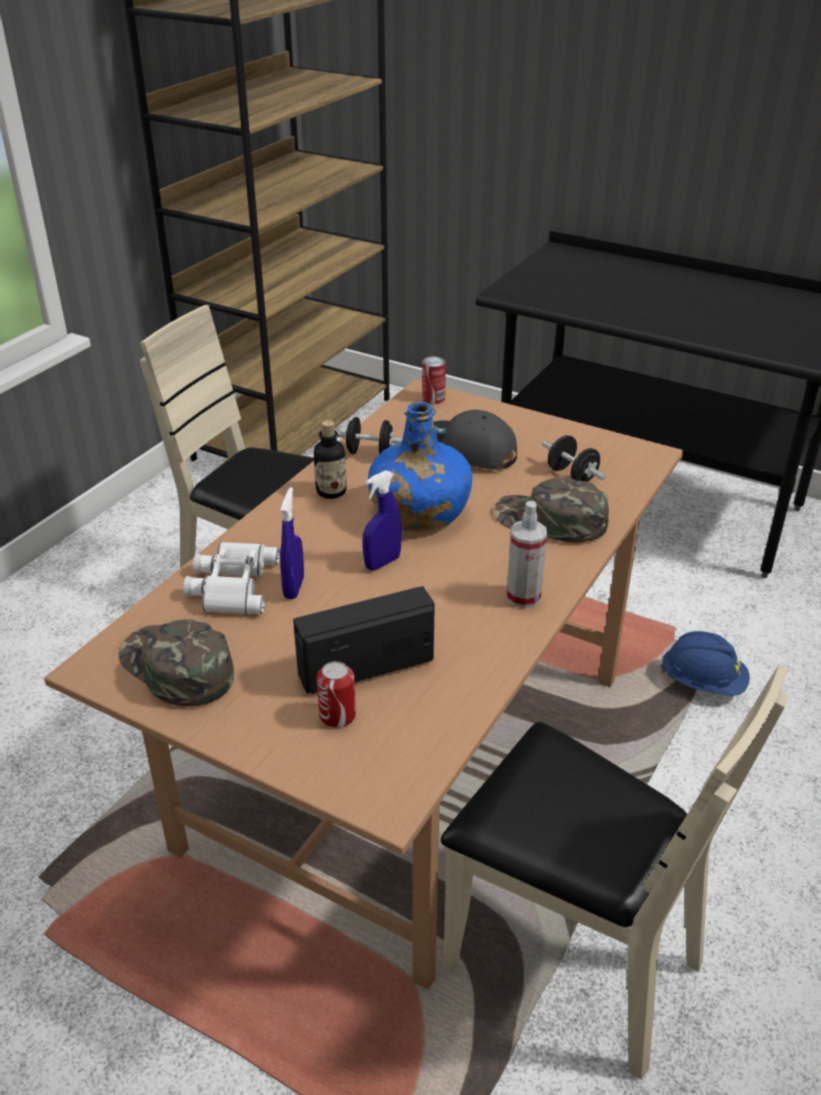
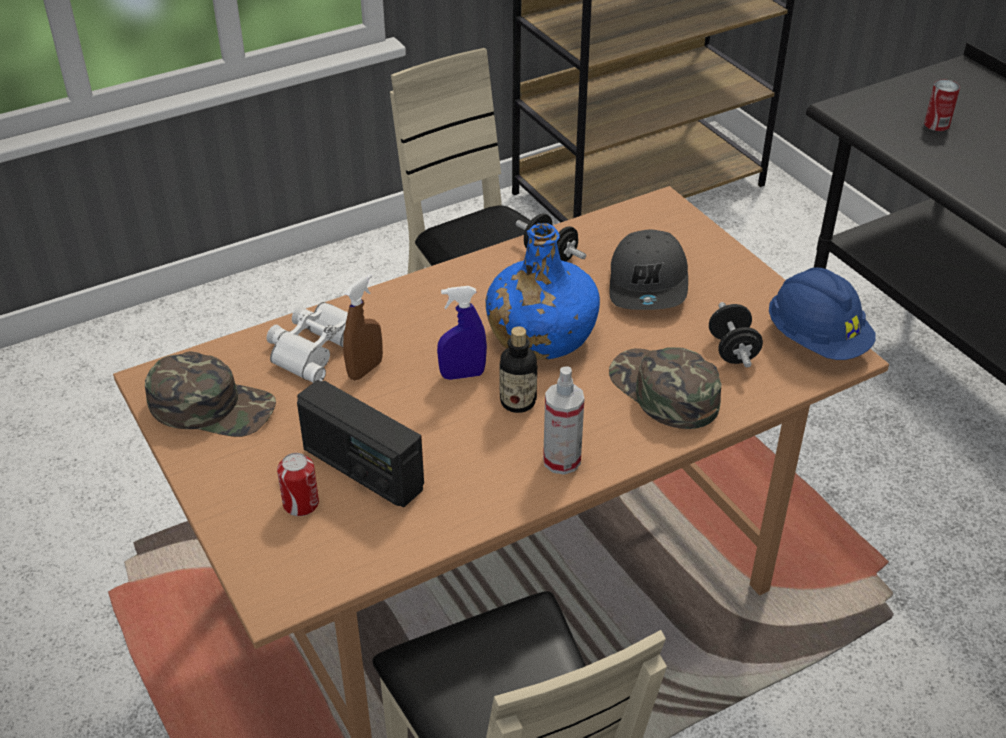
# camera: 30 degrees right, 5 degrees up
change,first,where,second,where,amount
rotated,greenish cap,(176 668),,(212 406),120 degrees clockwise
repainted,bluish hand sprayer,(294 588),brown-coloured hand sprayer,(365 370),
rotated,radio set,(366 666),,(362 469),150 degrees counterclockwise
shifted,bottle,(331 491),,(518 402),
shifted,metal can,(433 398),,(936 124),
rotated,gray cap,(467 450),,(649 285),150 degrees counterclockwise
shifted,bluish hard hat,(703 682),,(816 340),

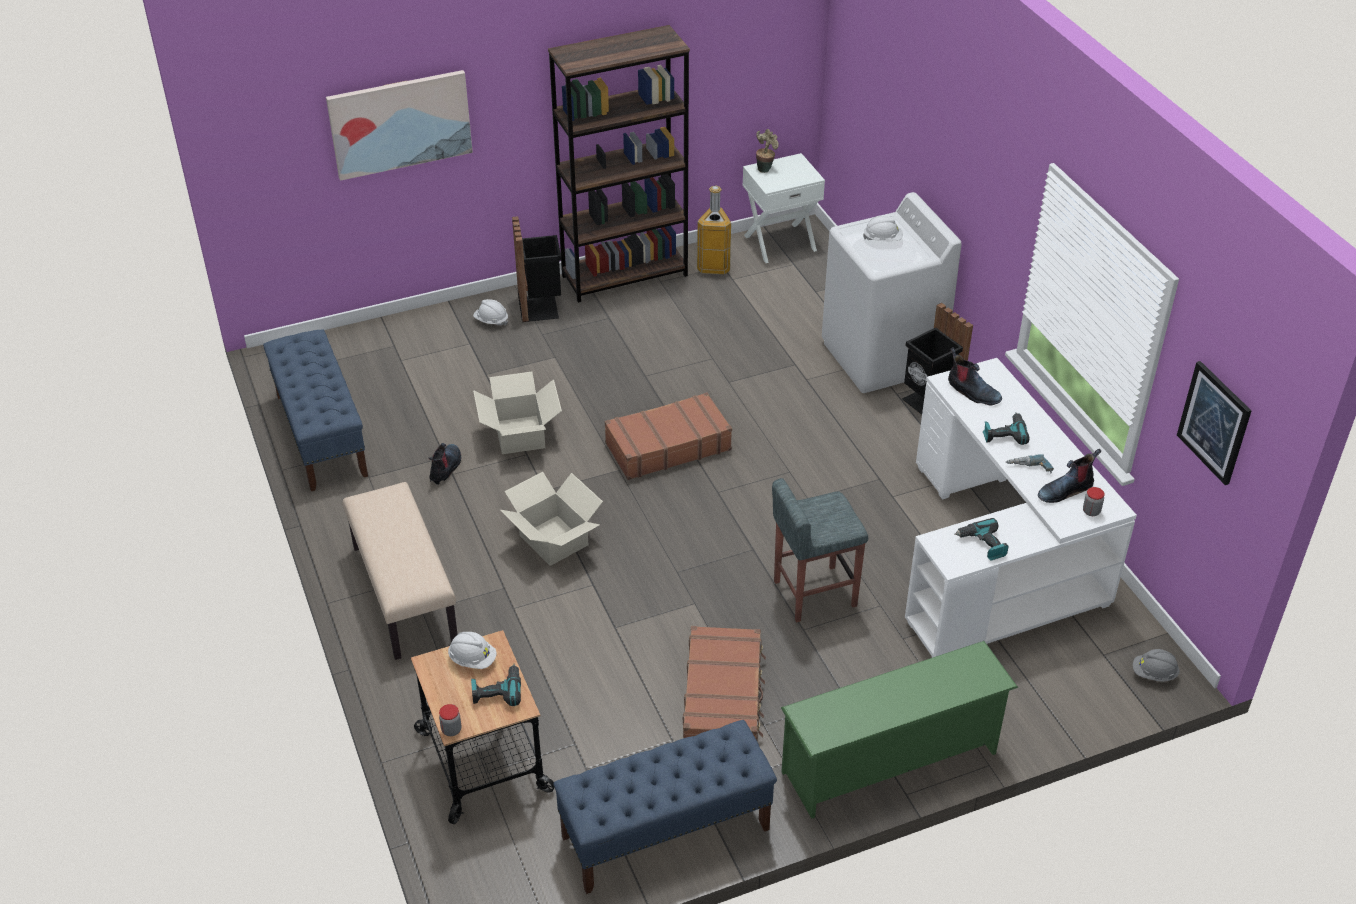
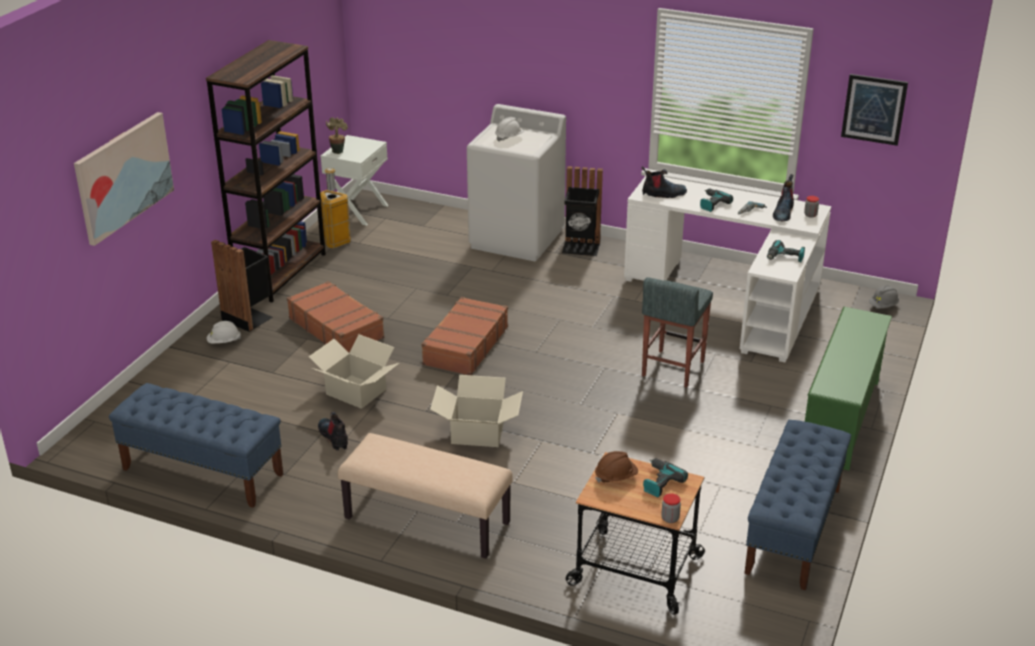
# camera: 45 degrees left, 10 degrees down
change,first,where,second,where,amount
repainted,white hard hat,(472 659),brown-coloured hard hat,(616 477),
shifted,brown-coloured piece of luggage,(723 699),,(336 328),

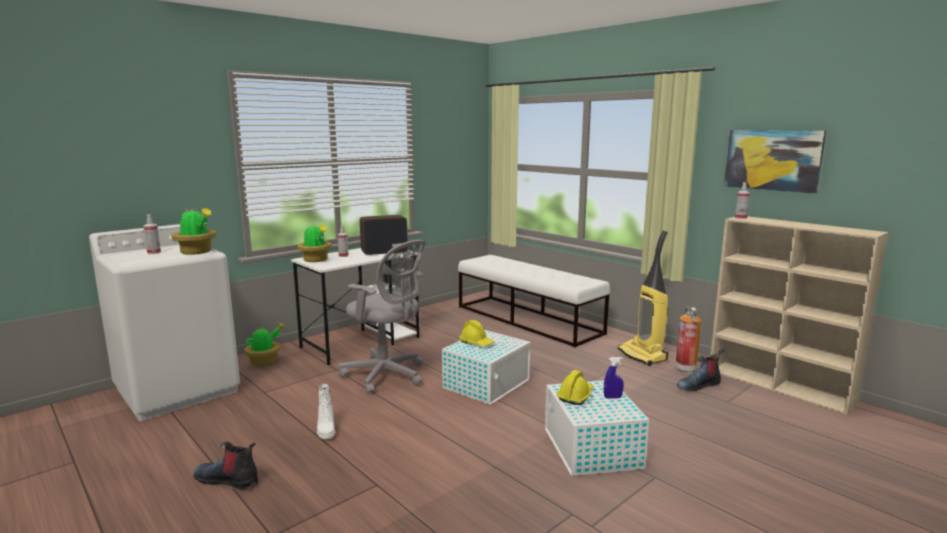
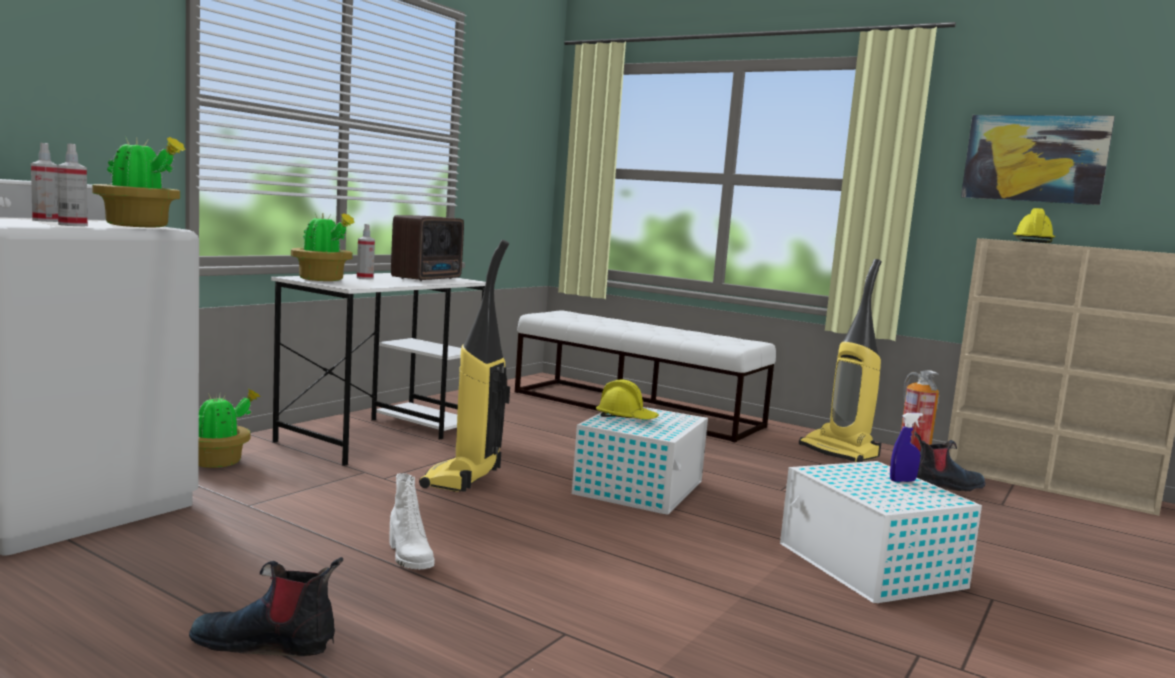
# camera: 15 degrees left, 5 degrees down
change,first,where,second,where,amount
swapped,gray computer chair,(387 375),hoover,(463 479),
rotated,radio set,(383 252),,(429 279),150 degrees clockwise
shifted,yellow hard hat,(575 396),,(1031 241),
rotated,tall boot,(698 385),,(946 486),150 degrees counterclockwise
shifted,hand sprayer,(740 218),,(73 225),

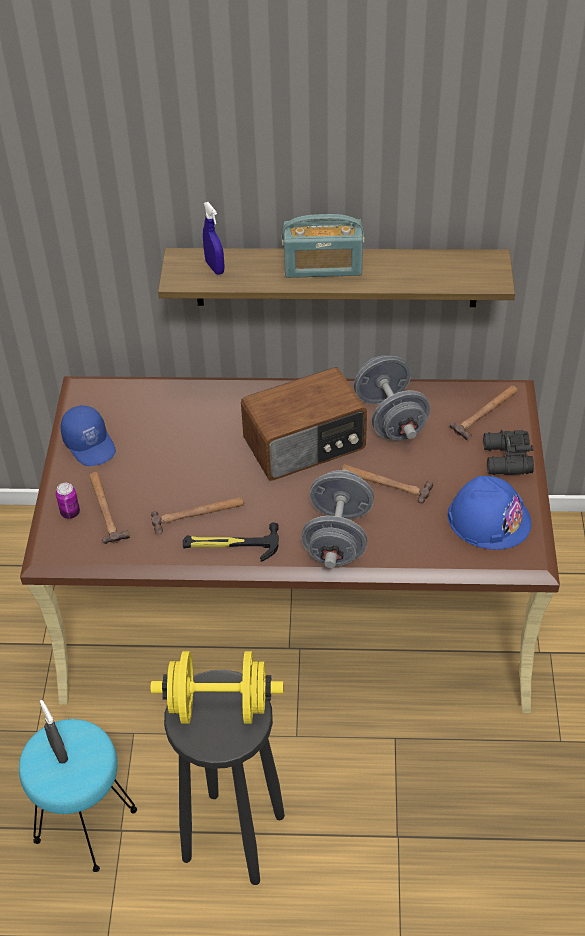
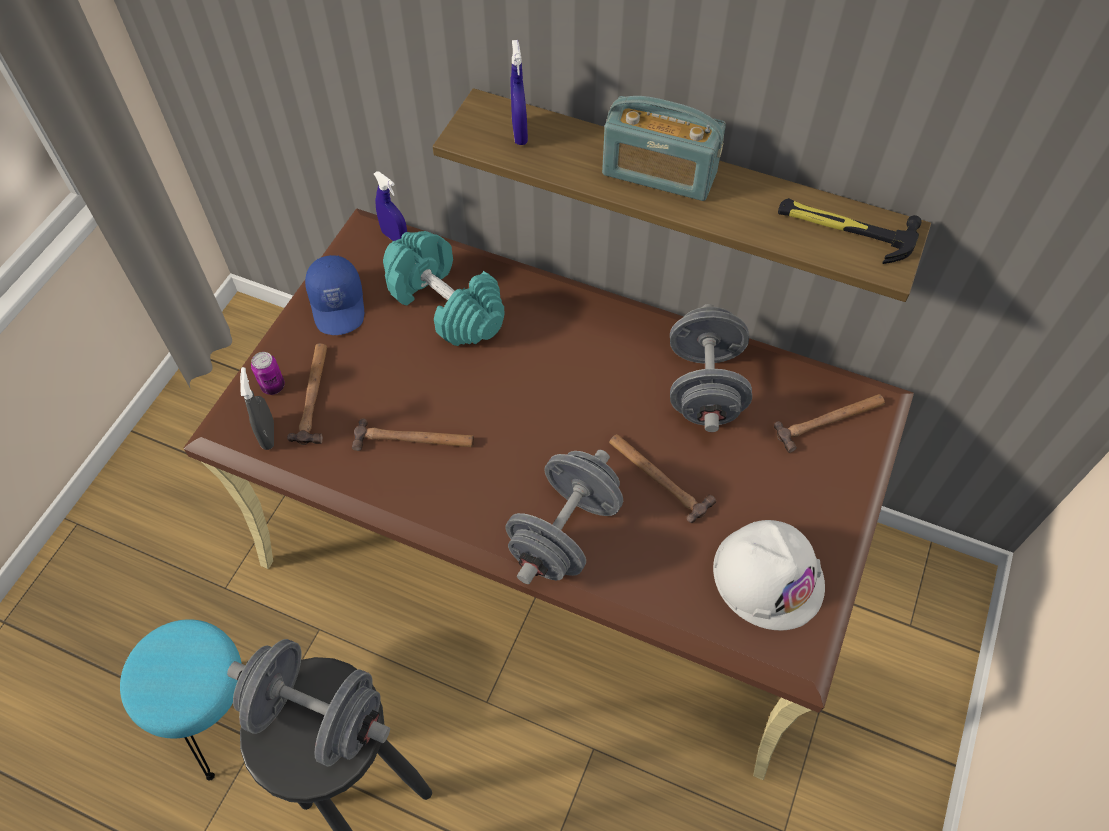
# camera: 20 degrees right, 10 degrees up
change,first,where,second,where,amount
shifted,gray hand sprayer,(59 752),,(268 435),
repainted,yellow free weight,(219 706),gray free weight,(317 714),
shifted,hand hammer,(231 545),,(845 229),
gone,radio set,(305 445),,,
repainted,bluish hard hat,(489 518),white hard hat,(768 576),
gone,blackish binoculars,(505 460),,,
new,,,bluish hand sprayer,(395 237),
new,,,turquoise free weight,(446 305),

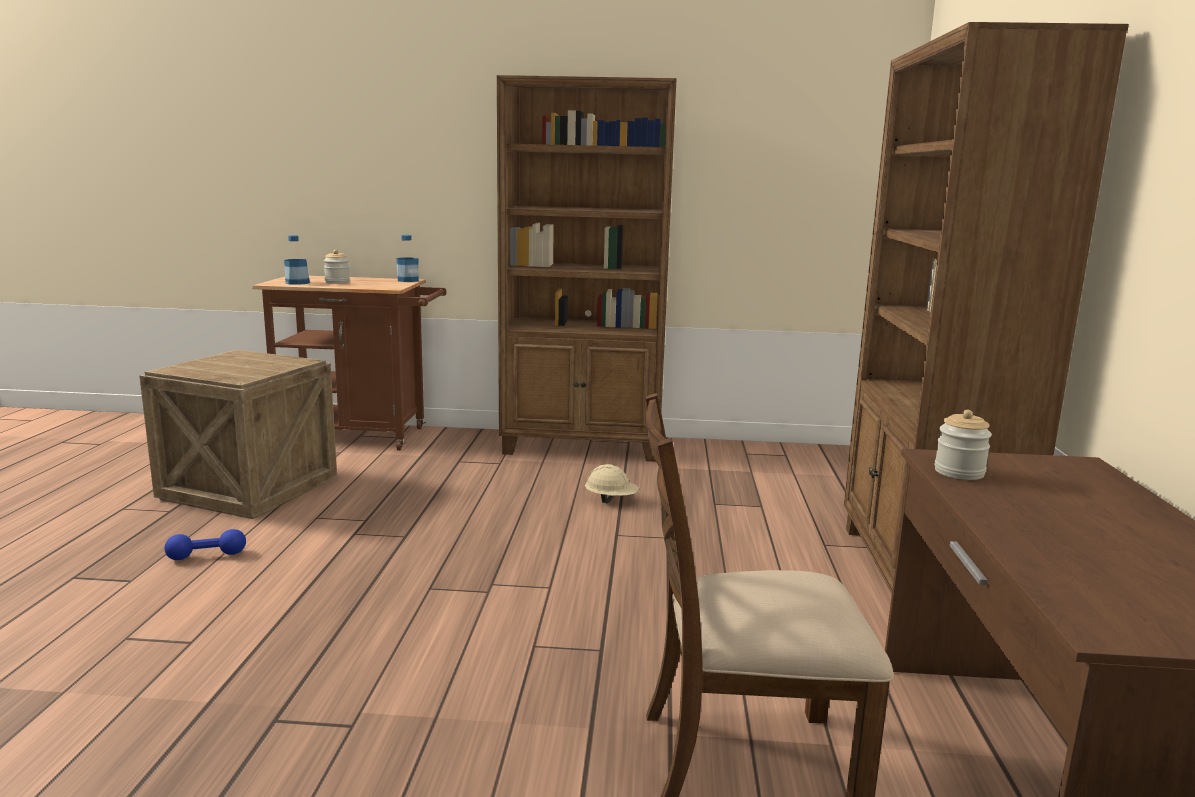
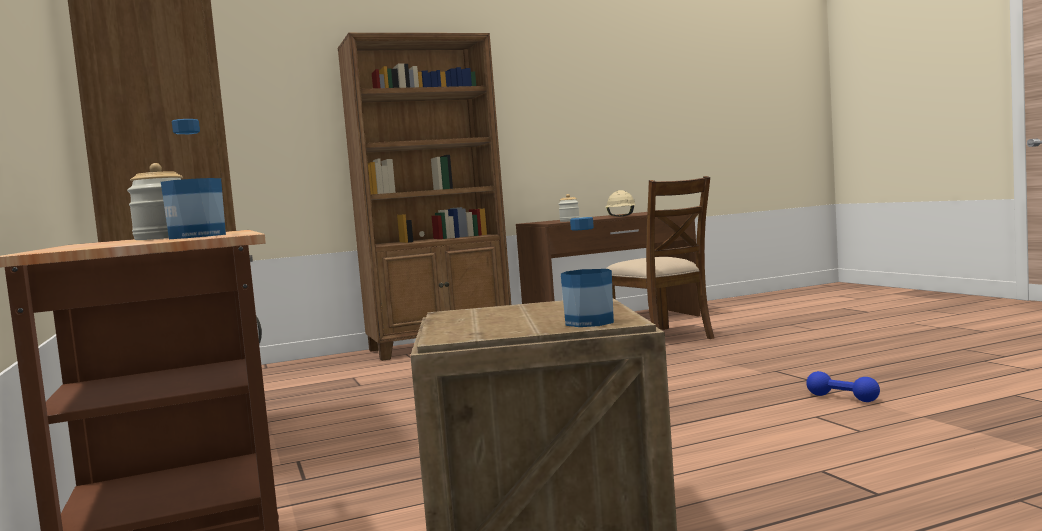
# camera: 115 degrees left, 10 degrees down
change,first,where,second,where,amount
shifted,bluish free weight,(207 556),,(842 398),
shifted,bottle,(408 280),,(589 322),
shifted,sand-coloured hard hat,(611 500),,(620 216),

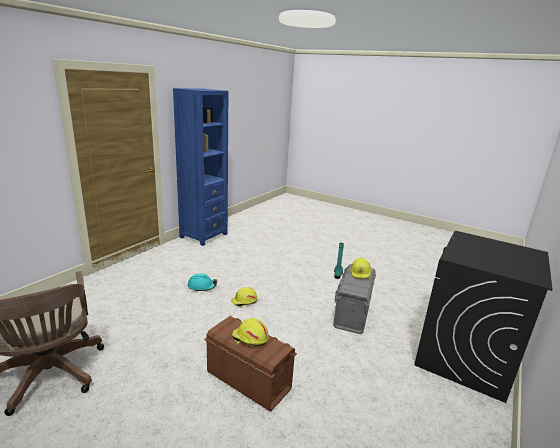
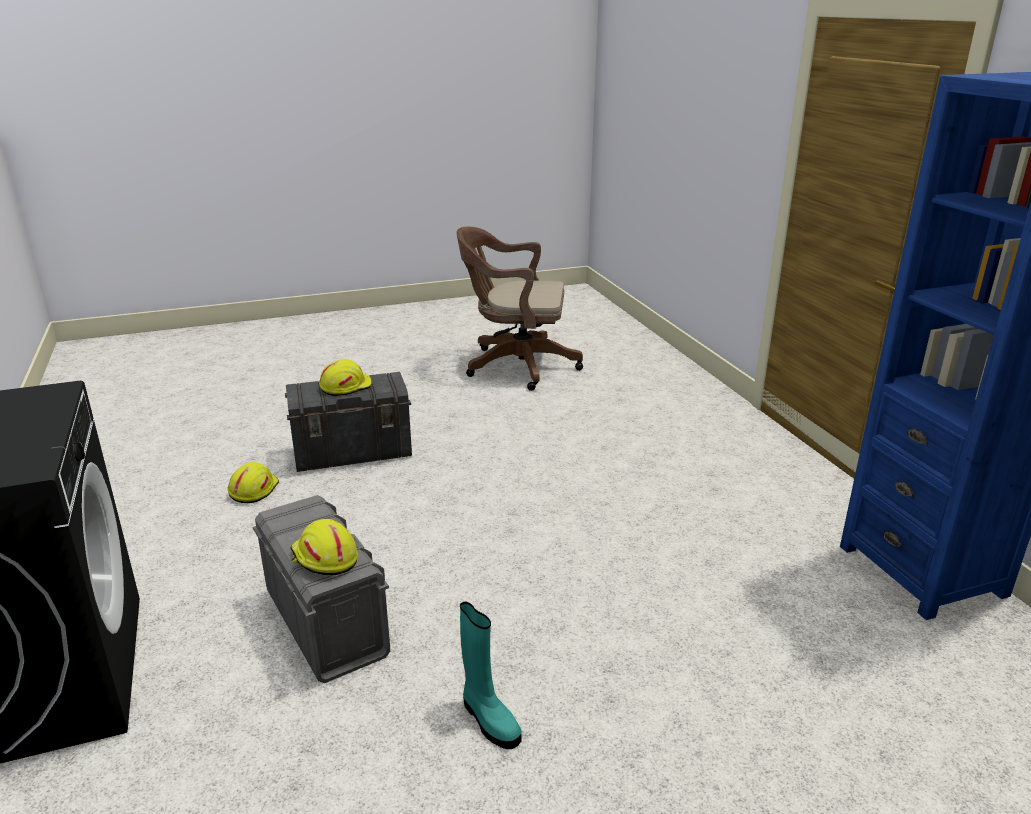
# camera: 130 degrees right, 5 degrees up
change,first,where,second,where,amount
gone,turquoise hard hat,(202 286),,,
repainted,brown-coloured storage container,(248 380),gray storage container,(353 453),
shifted,yellow hard hat,(244 302),,(253 490),

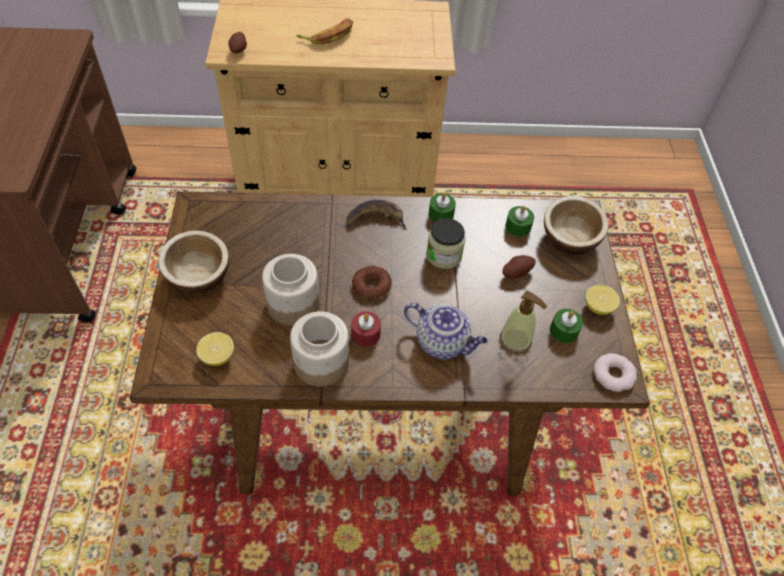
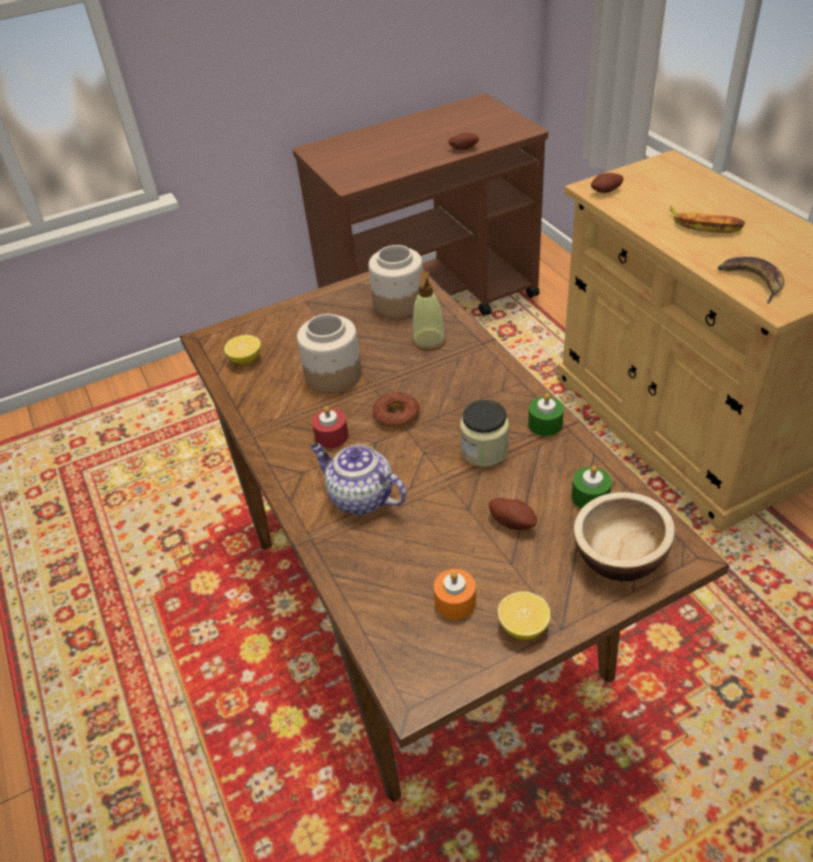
# camera: 70 degrees right, 10 degrees down
change,first,where,second,where,amount
gone,deep dish,(198 276),,,
shifted,jar,(321 363),,(398 303),
shifted,banana fruit,(375 219),,(752 281),
rotated,pot for tea,(443 343),,(359 497),120 degrees clockwise
shifted,soap dispenser,(515 340),,(429 341),
repainted,greenish candle,(563 331),orange candle,(455 602),
gone,donut,(613 375),,,
new,,,whole potato,(463 148),

